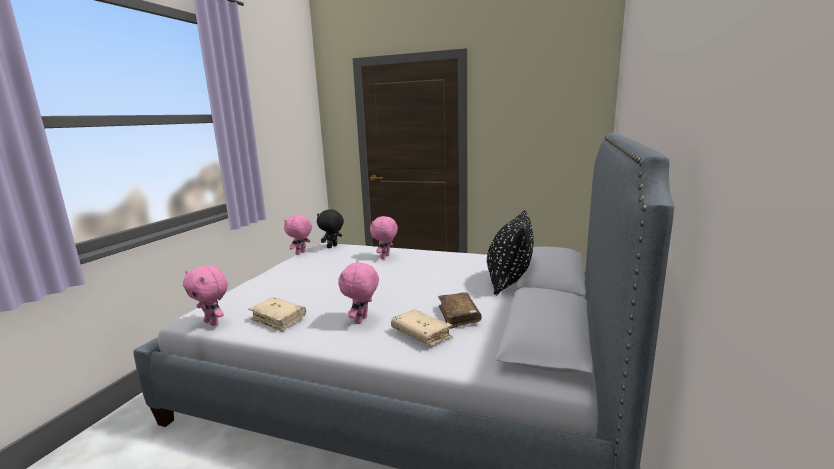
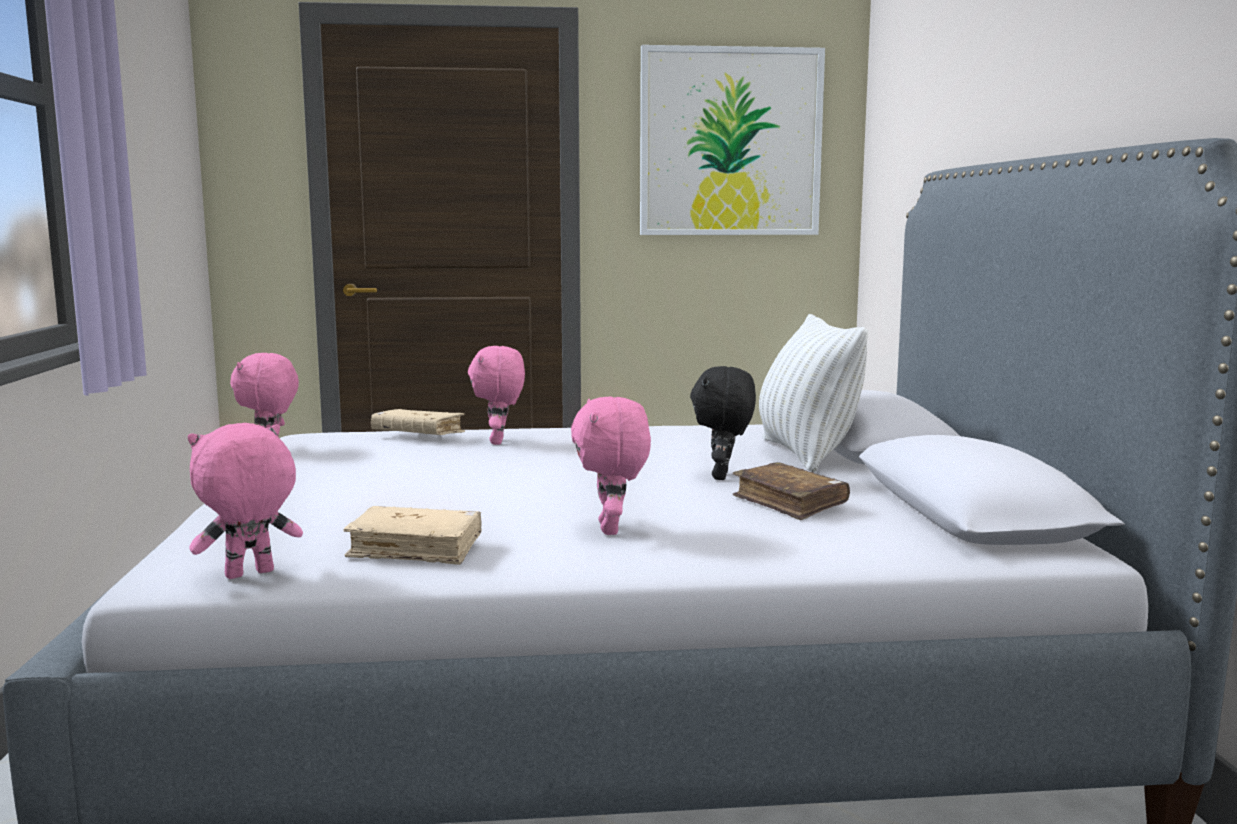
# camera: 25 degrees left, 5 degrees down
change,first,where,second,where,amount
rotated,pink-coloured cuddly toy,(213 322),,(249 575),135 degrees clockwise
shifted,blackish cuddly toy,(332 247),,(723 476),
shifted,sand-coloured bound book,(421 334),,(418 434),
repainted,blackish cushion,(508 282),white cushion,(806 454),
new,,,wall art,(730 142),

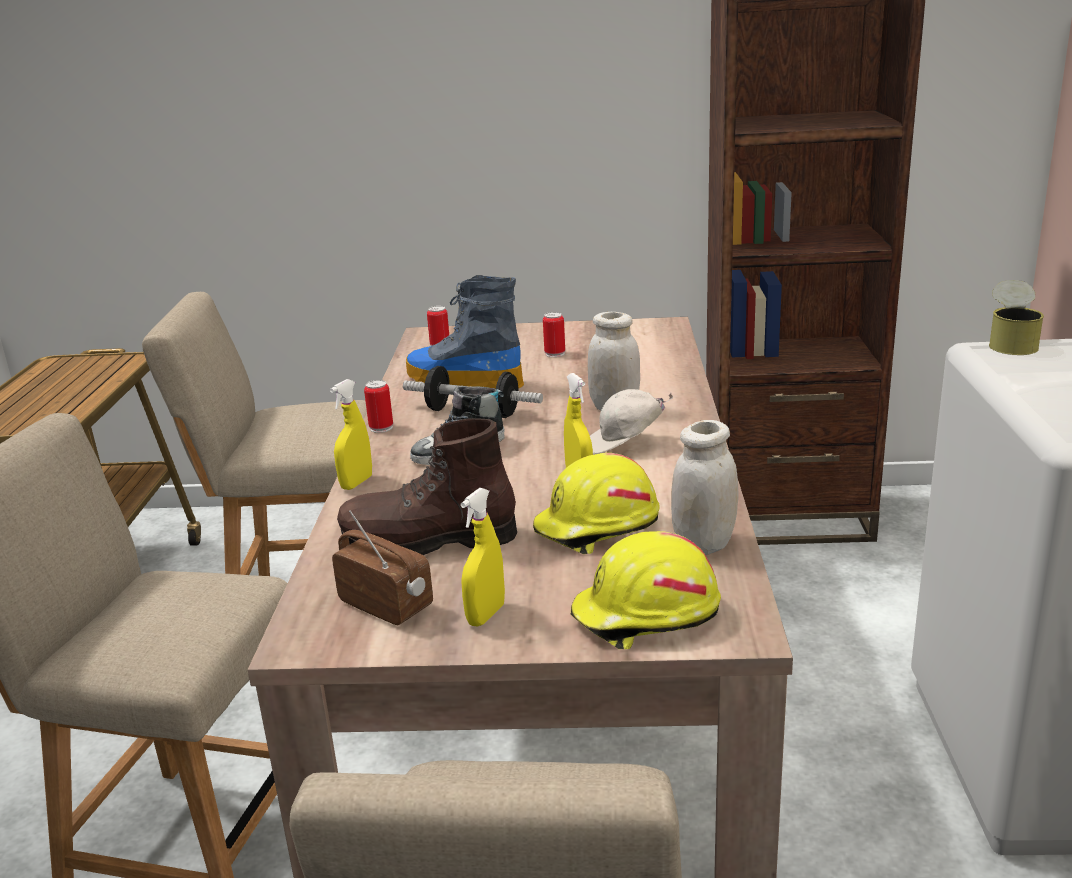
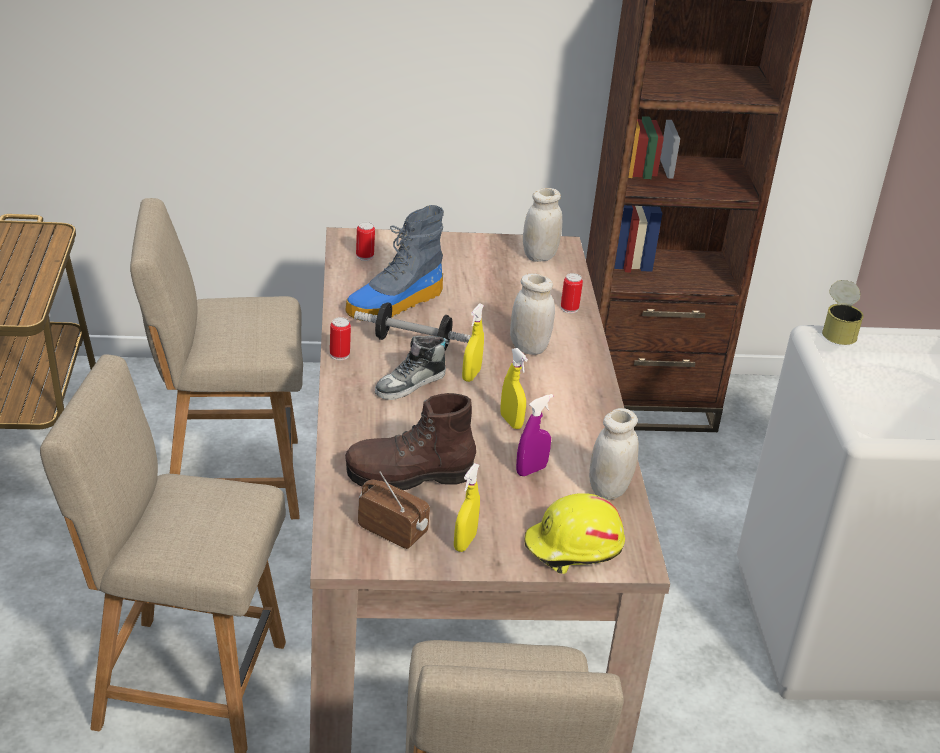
# camera: 10 degrees left, 10 degrees up
change,first,where,second,where,amount
shifted,yellow hand sprayer,(356 483),,(471 375),
rotated,tall boot,(462 381),,(395 303),60 degrees counterclockwise
swapped,yellow hard hat,(597 528),purplish hand sprayer,(531 470),
shifted,metal can,(555 353),,(569 308),
gone,white cap,(625 445),,,
new,,,white jar,(539 256),

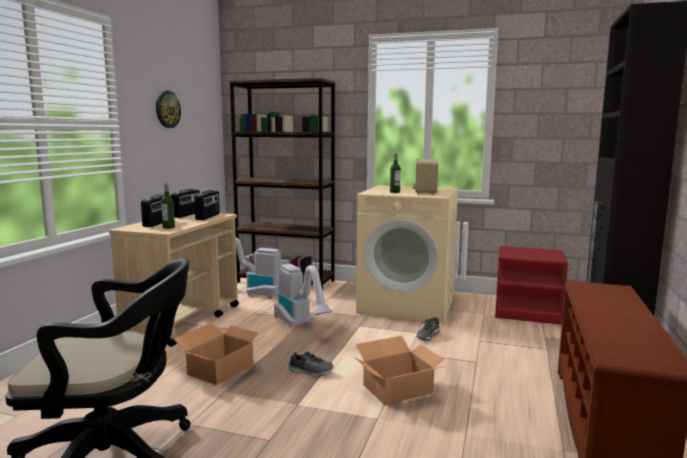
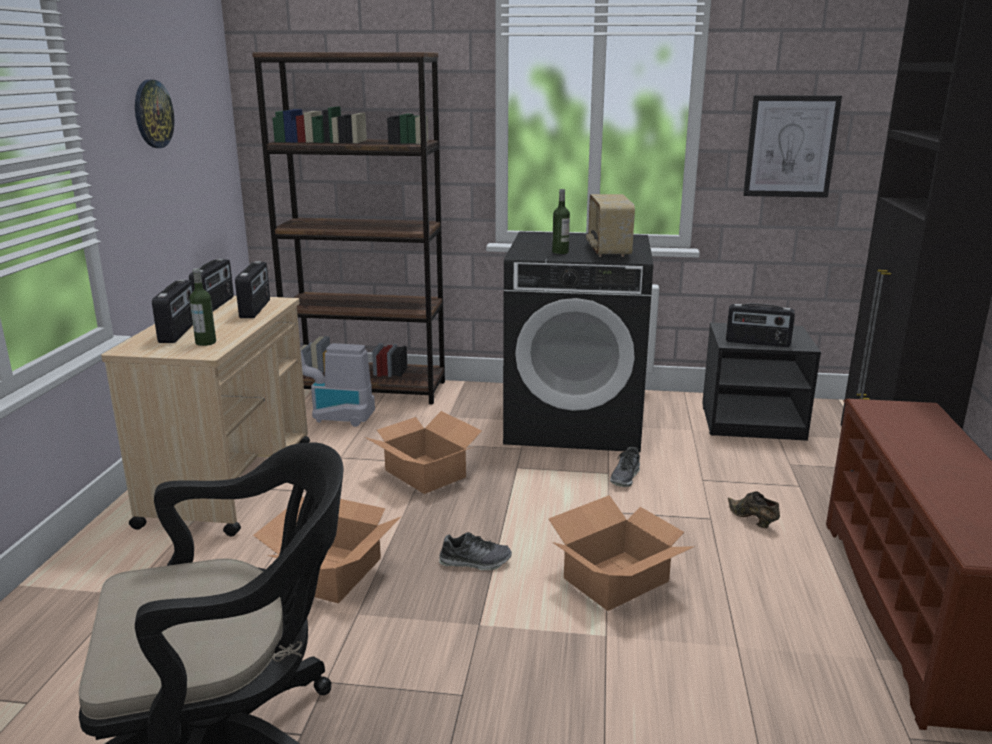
# camera: 10 degrees left, 10 degrees up
change,first,where,second,where,amount
swapped,hoover,(301 324),carton,(425 473),
repainted,sand-coloured washing machine,(407 305),blackish washing machine,(575 422),
repainted,reddish night table,(528 313),blackish night table,(753 422),
new,,,radio set,(757 343),
new,,,brown-coloured shoe,(752 520),
new,,,wall art,(790 146),

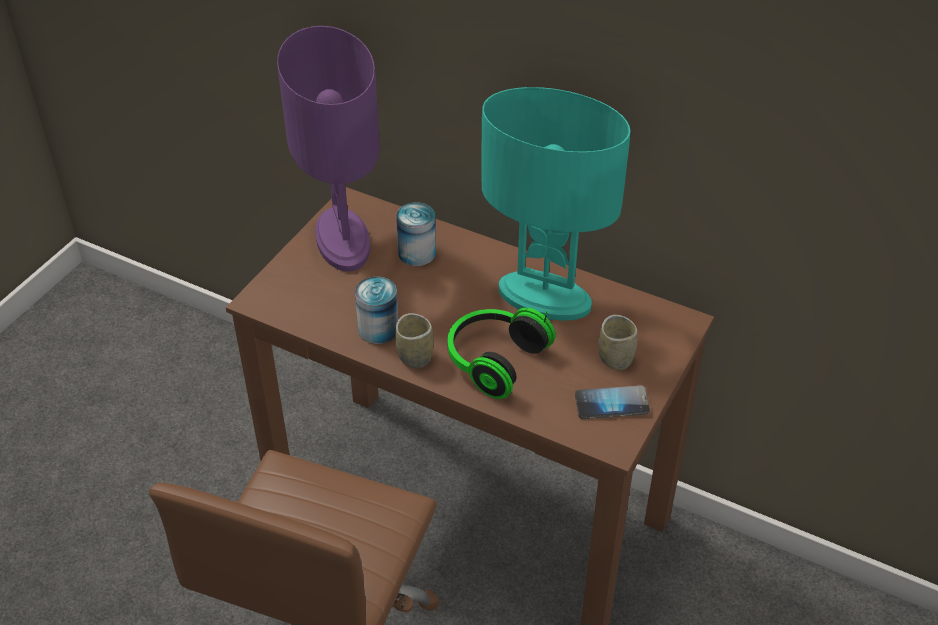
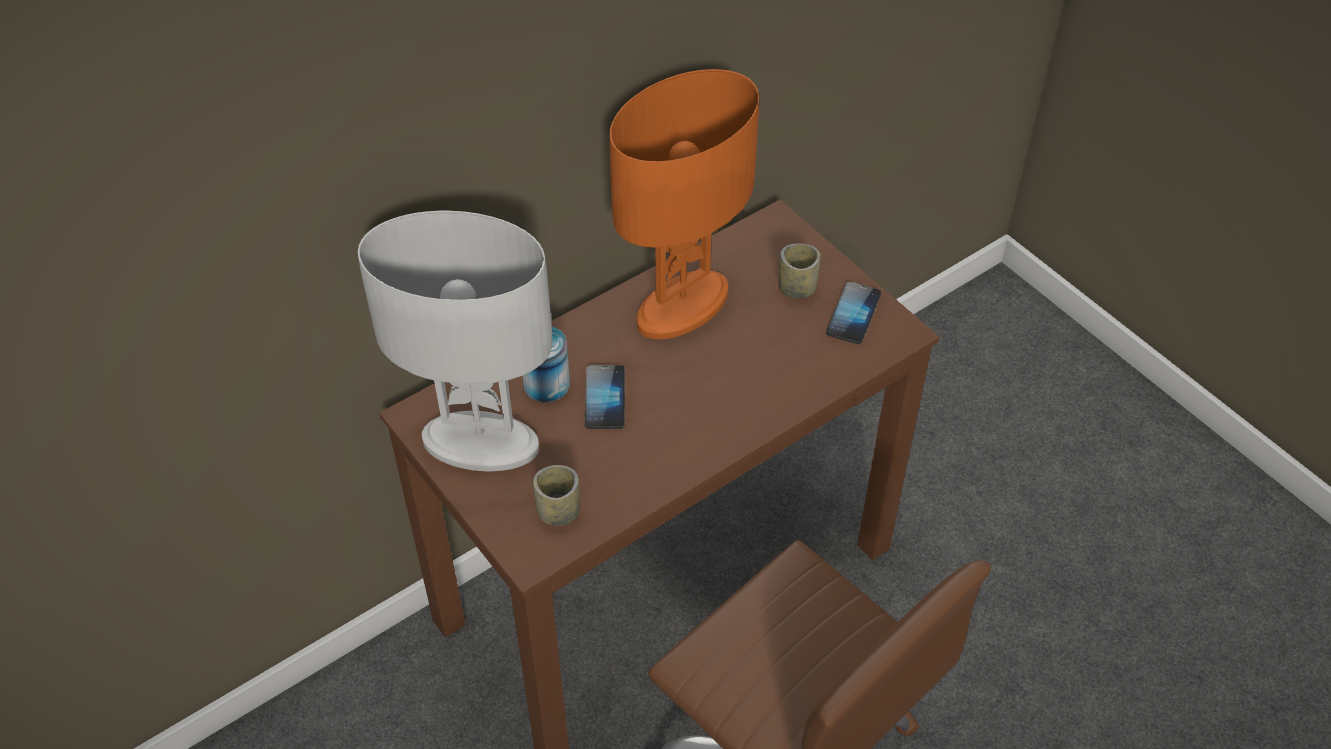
# camera: 65 degrees left, 5 degrees up
change,first,where,second,where,amount
repainted,purplish tabletop lamp,(341 241),white tabletop lamp,(479 444),
gone,metal can,(378 329),,,
shifted,cup,(415 357),,(558 512),
gone,pair of headphones,(493 360),,,
repainted,turquoise tabletop lamp,(543 298),orange tabletop lamp,(683 308),
new,,,telephone,(605 398),

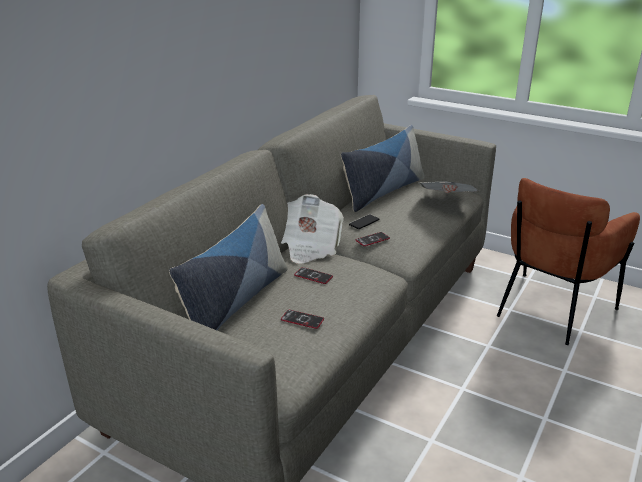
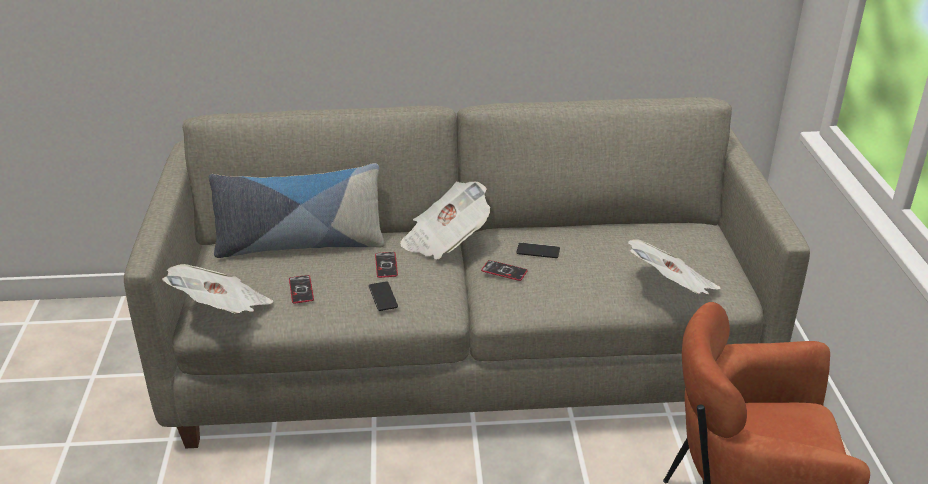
# camera: 55 degrees right, 5 degrees up
change,first,where,second,where,amount
gone,cushion,(383 192),,,
new,,,printed paper,(222 310),
new,,,telephone,(383 297),

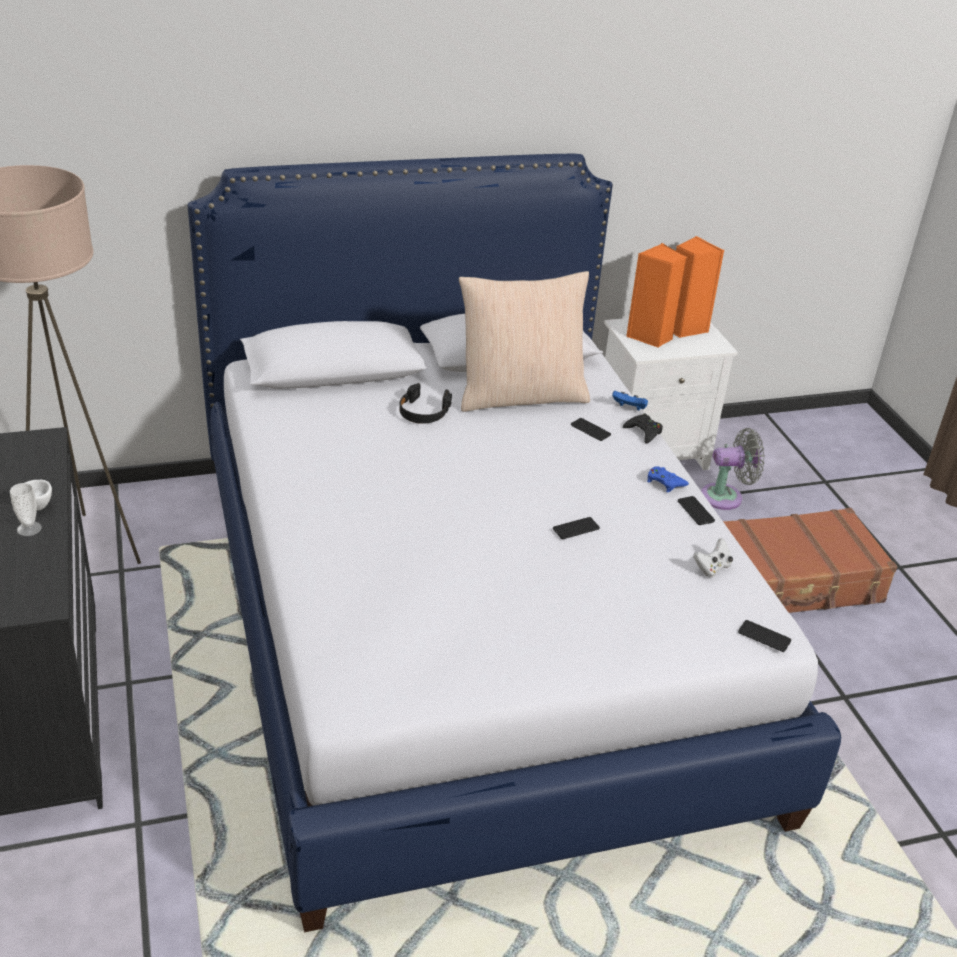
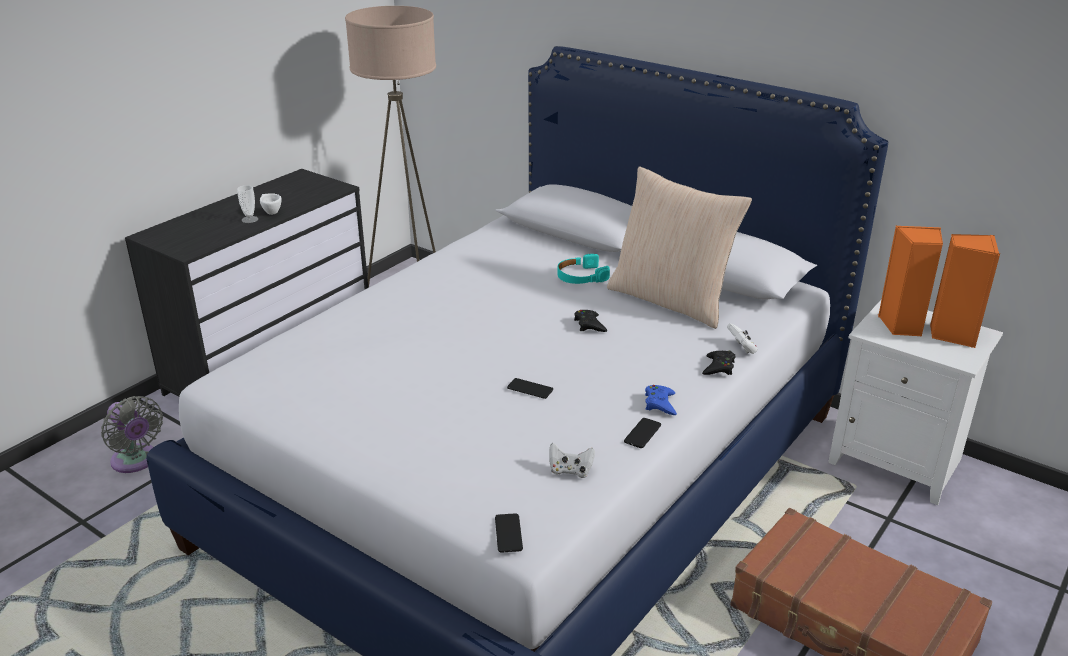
# camera: 55 degrees right, 5 degrees down
change,first,where,second,where,amount
repainted,blackish pair of headphones,(423 412),turquoise pair of headphones,(581 277),
gone,telephone,(590 430),,,
repainted,bluish gamepad,(629 408),white gamepad,(741 348),
shifted,gray electric fan,(726 497),,(136 461),
new,,,blackish gamepad,(589 325),

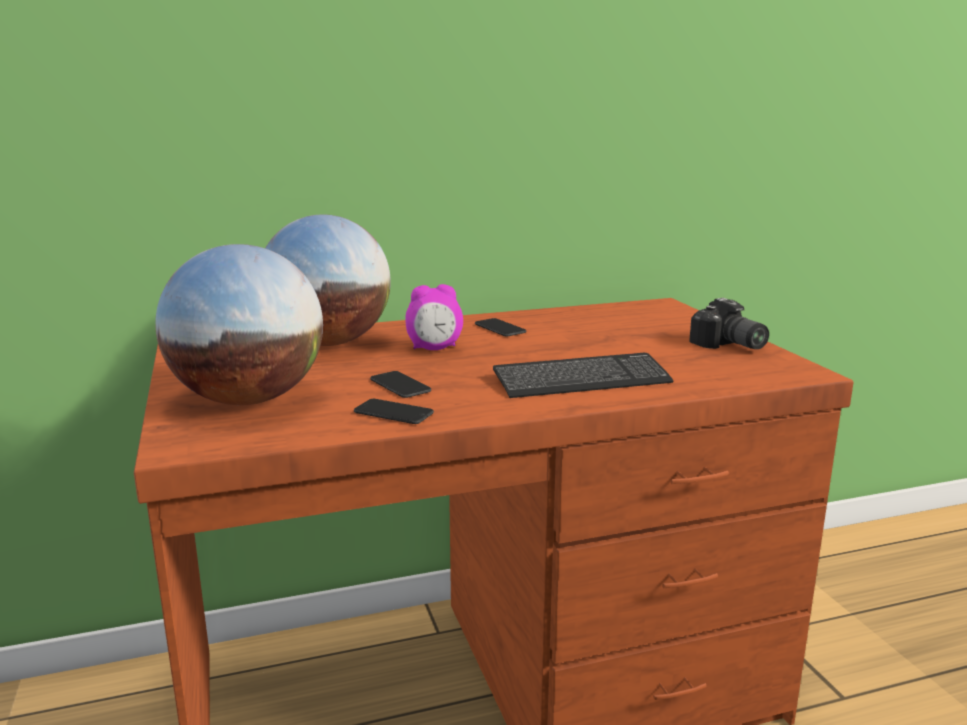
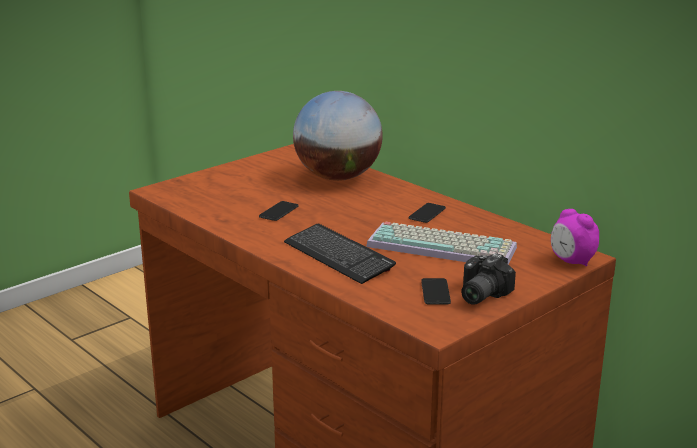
# camera: 65 degrees right, 5 degrees up
change,first,where,second,where,amount
gone,world globe,(249 399),,,
shifted,telephone,(393 413),,(435 292),
shifted,table clock,(434 349),,(571 261),
new,,,keyboard,(444 246),

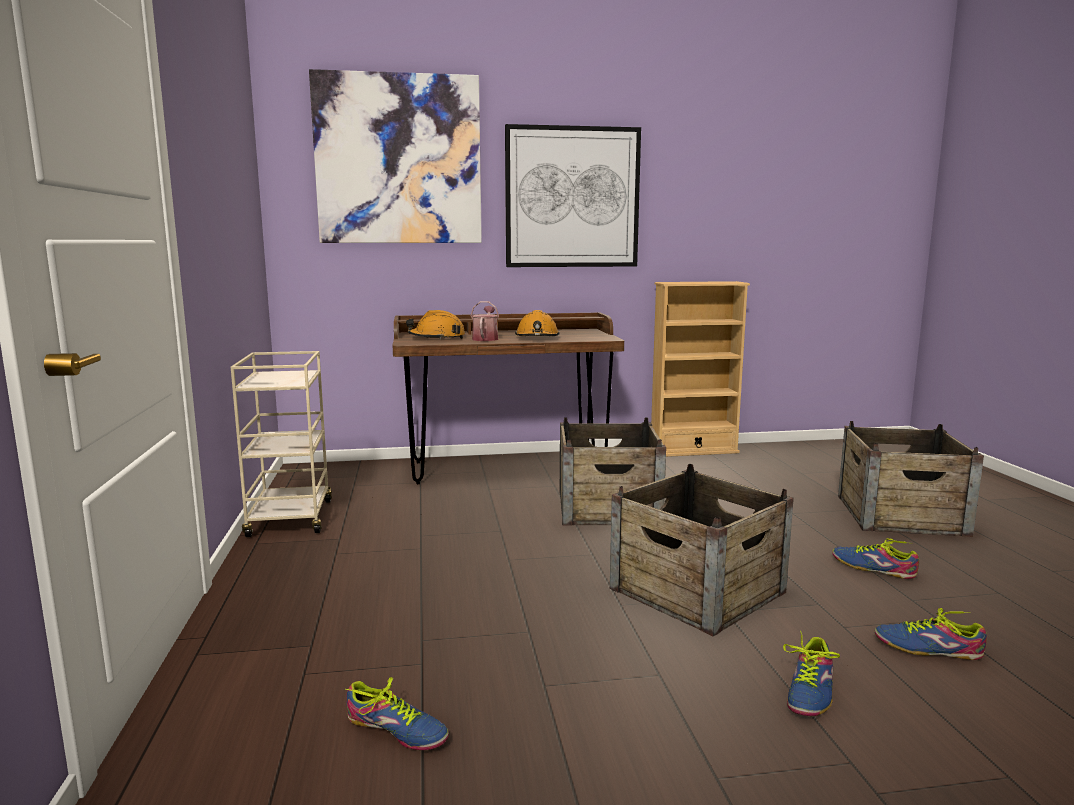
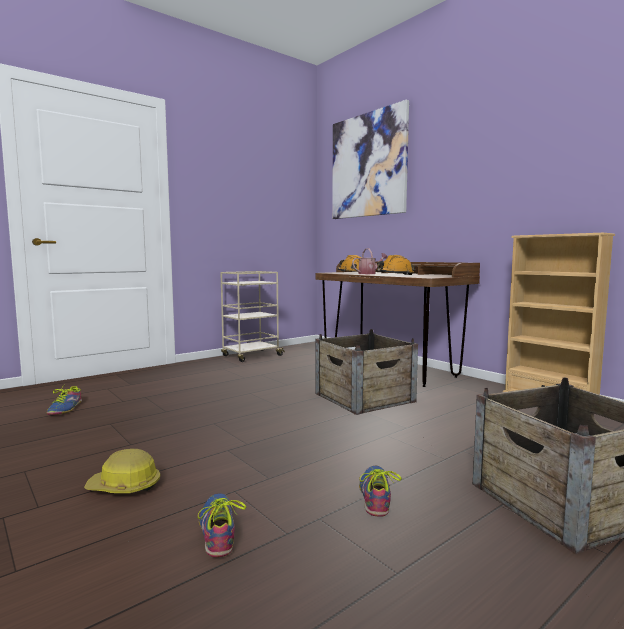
# camera: 60 degrees right, 5 degrees down
change,first,where,second,where,amount
gone,wall art,(572 197),,,
gone,crate,(697 590),,,
swapped,shoe,(810 691),hard hat,(125 487),

